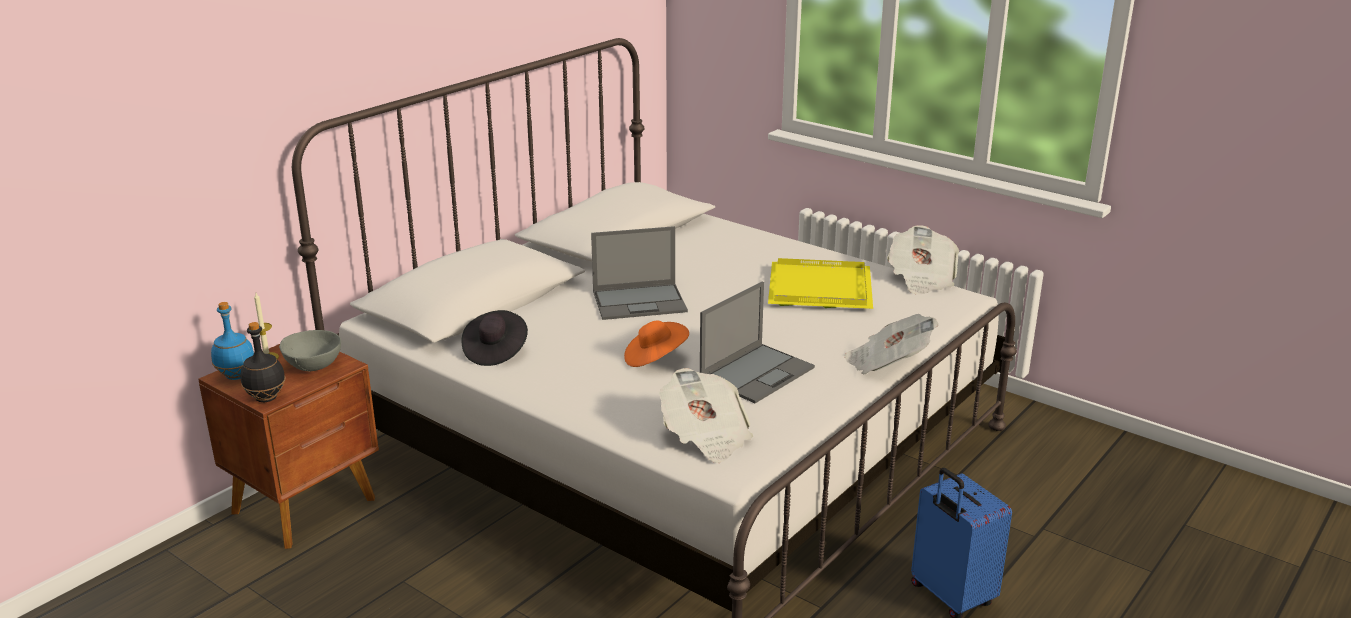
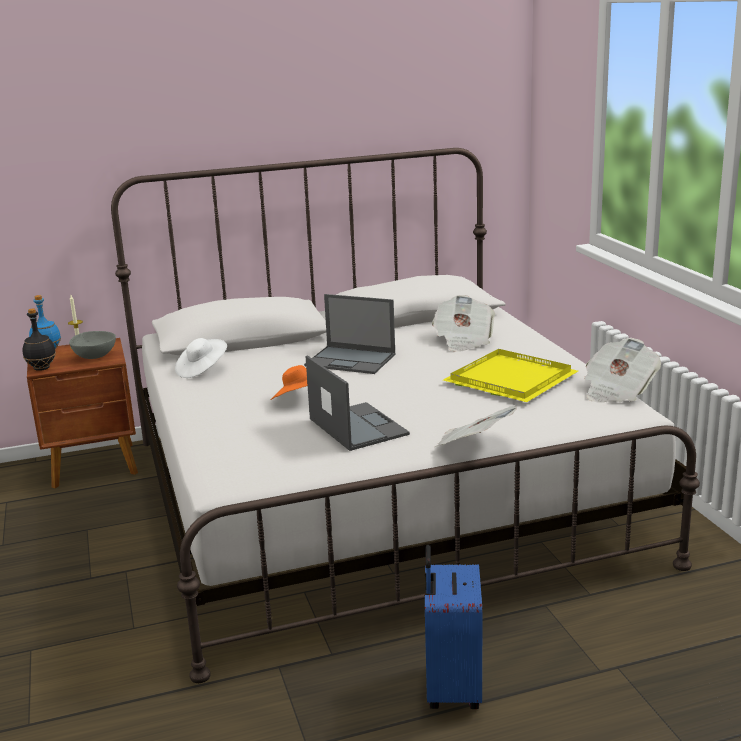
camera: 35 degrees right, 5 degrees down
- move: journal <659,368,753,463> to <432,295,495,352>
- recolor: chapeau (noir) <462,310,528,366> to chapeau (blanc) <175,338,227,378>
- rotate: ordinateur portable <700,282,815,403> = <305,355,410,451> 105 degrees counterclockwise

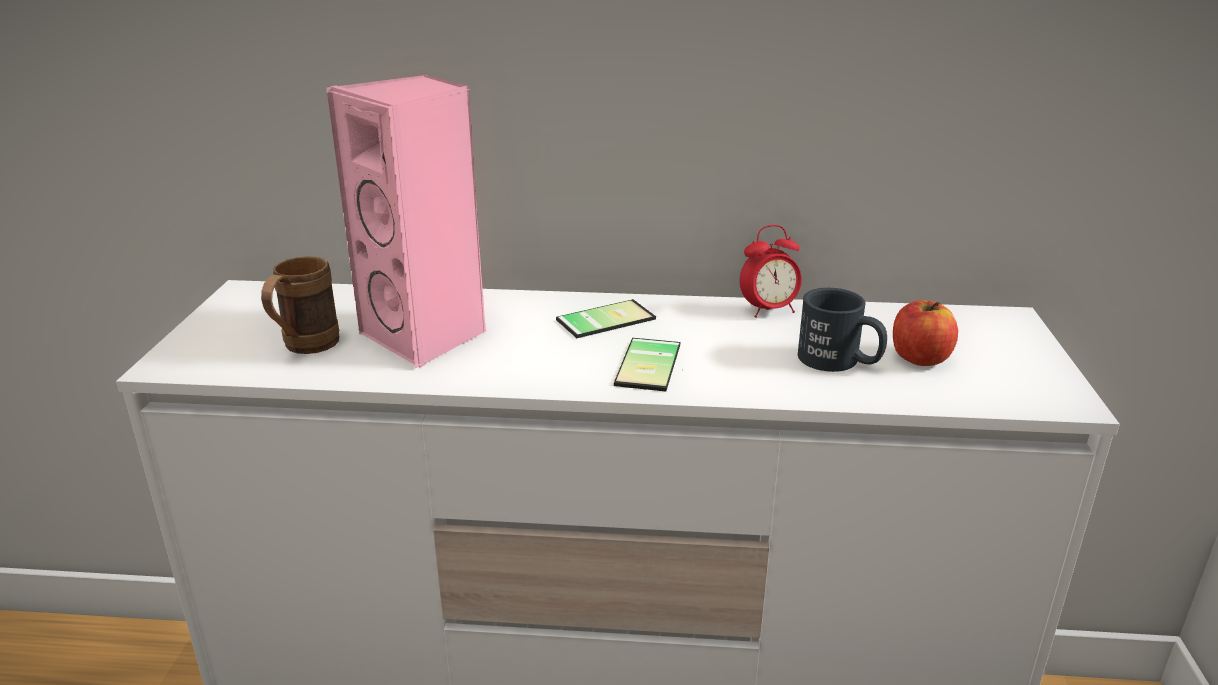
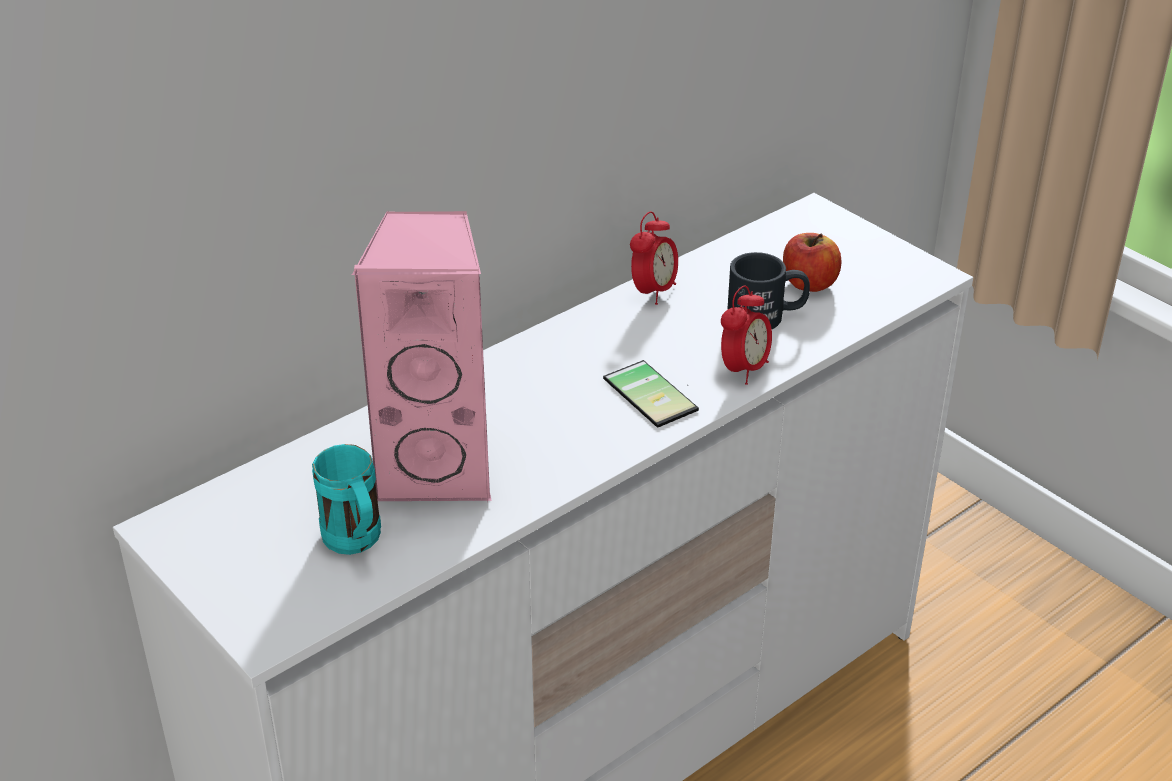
camera: 45 degrees left, 10 degrees up
- delete: téléphone <556,299,656,338>
- insert: réveil <721,286,772,385>
- recolor: mug (marron) <261,257,339,354> to mug (turquoise) <312,444,381,555>

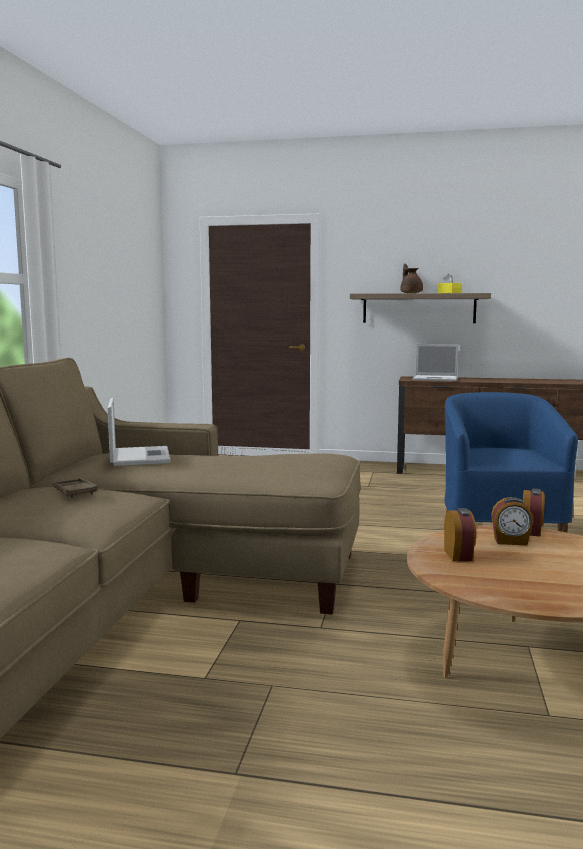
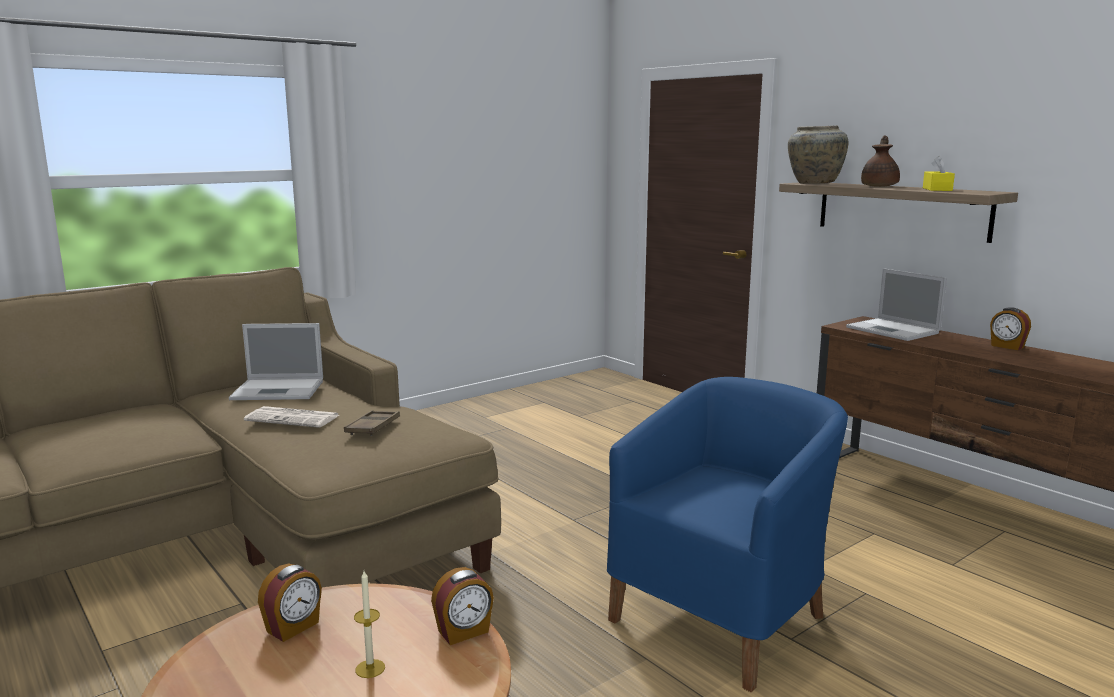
camera: 40 degrees right, 5 degrees up
- insert: journal <244,406,339,428>
- insert: bougie <354,571,385,678>
- insert: vase (beige) <788,126,848,184>
- move: plateau (marron) <53,478,98,498> to <344,410,400,436>
- move: réveil <491,497,534,545> to <990,307,1031,350>
- rotate: ordinateur portable <108,398,171,466> = <229,323,323,400> 60 degrees clockwise

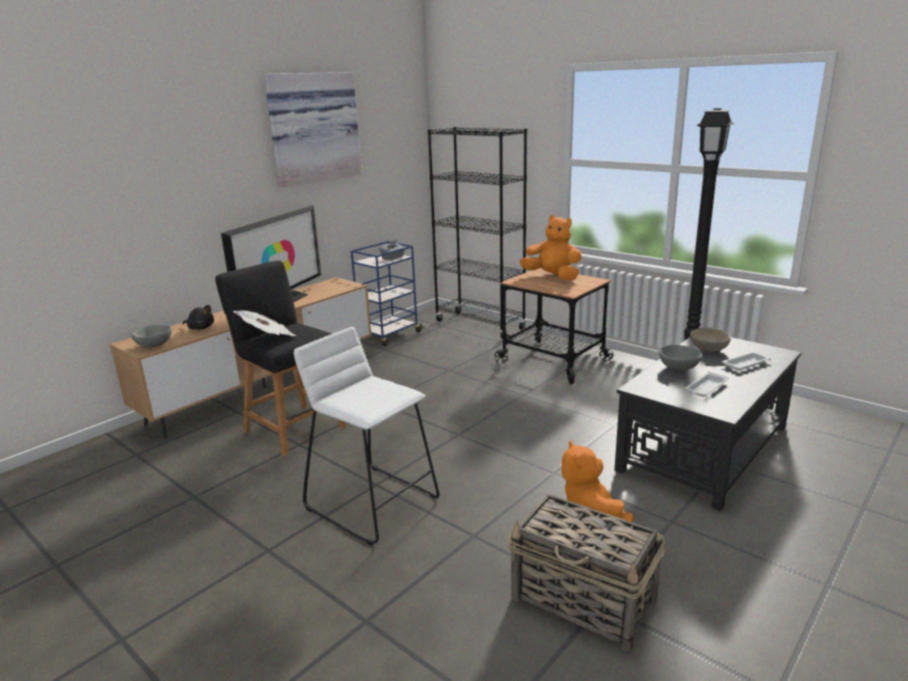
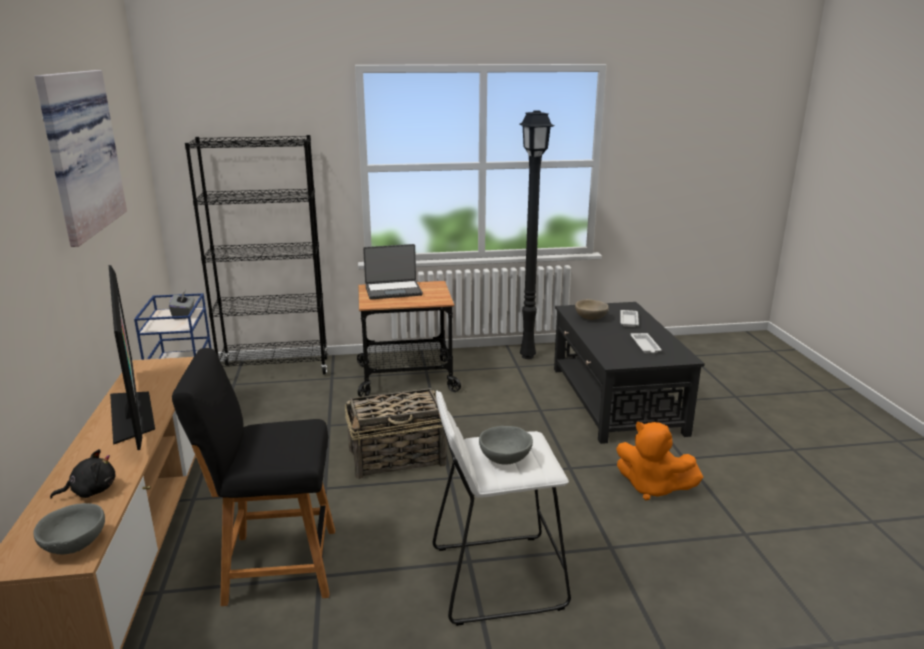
camera: 50 degrees left, 0 degrees up
- delete: journal <233,310,296,336>
- move: panier <508,494,665,651> to <345,388,447,479>
- move: bol (gris) <659,345,702,370> to <479,426,533,465>
- replace: peluche (orange) <520,215,582,280> to ordinateur portable <363,244,423,299>

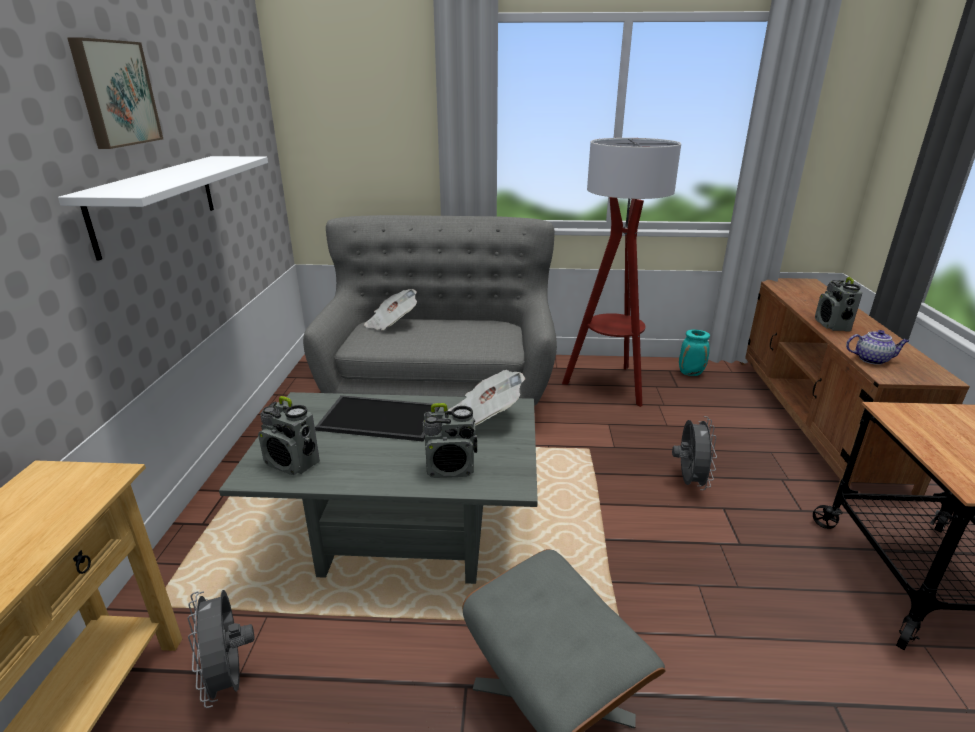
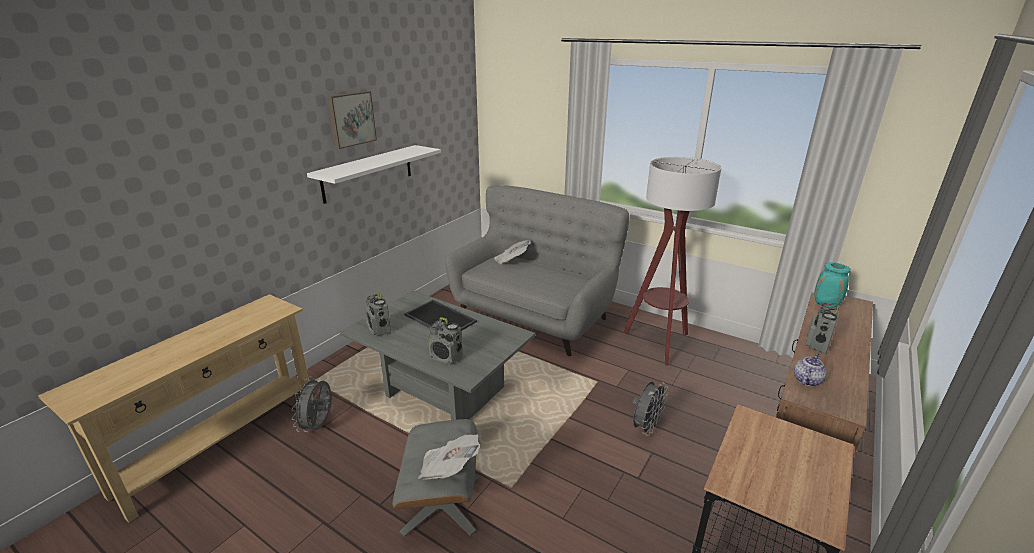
camera: 30 degrees right, 0 degrees up
- move: journal <448,370,525,426> to <418,435,480,480>
- move: vase (turquoise) <679,330,710,376> to <814,262,851,308>
- rotate: théière <846,330,909,365> = <794,354,827,386> 90 degrees counterclockwise

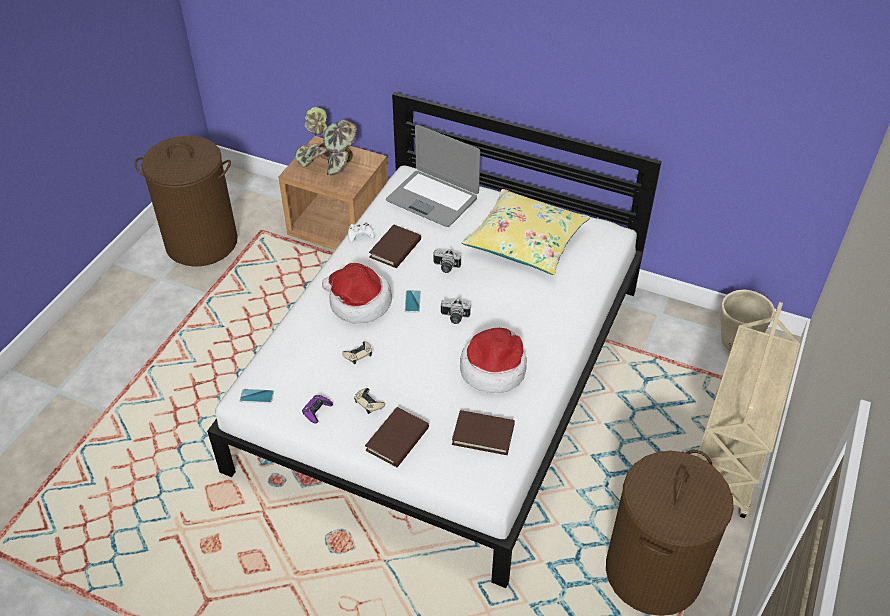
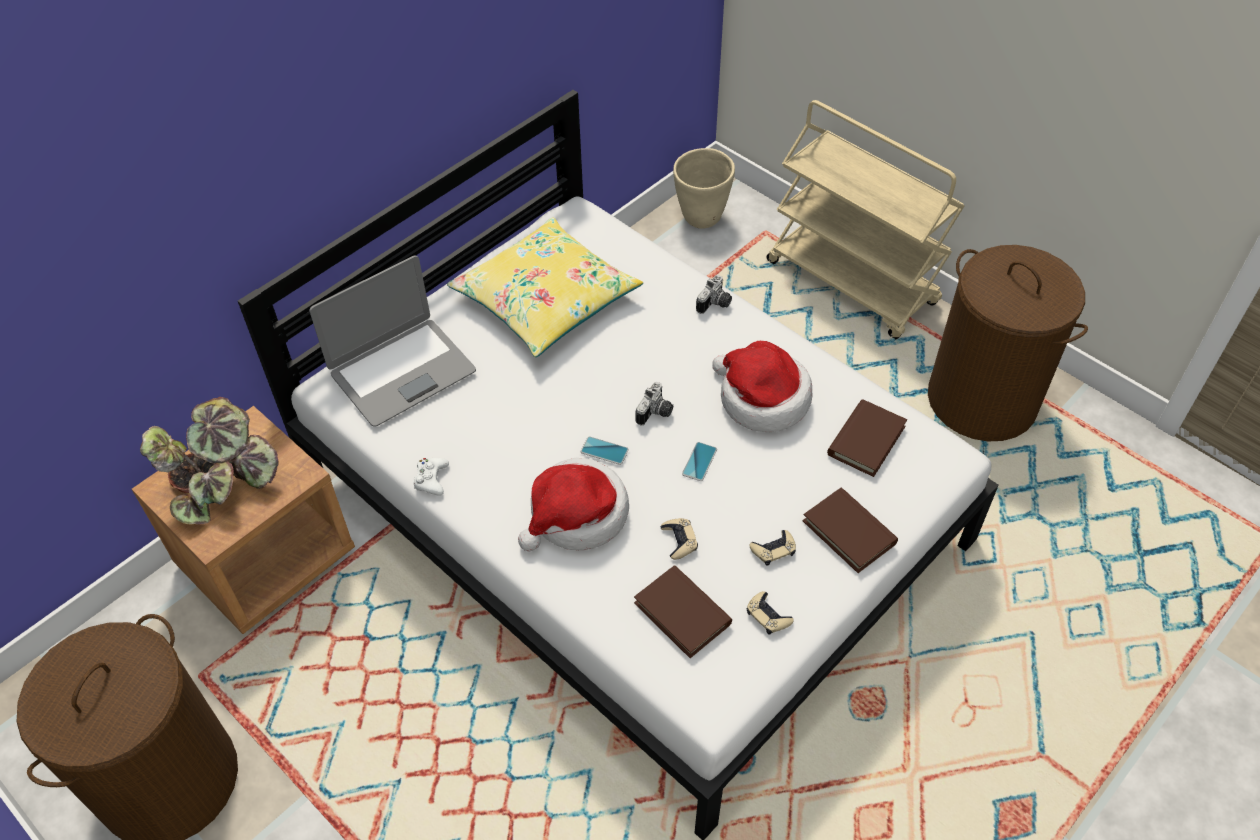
camera: 70 degrees left, 5 degrees up
- move: téléphone <240,389,274,403> to <682,442,717,481>
- move: livre (marron) <369,225,421,268> to <634,565,732,658>
- move: appareil photo <434,249,461,273> to <696,275,732,314>
- recolor: manette (violet) <302,395,333,424> to manette (beige) <747,591,794,635>

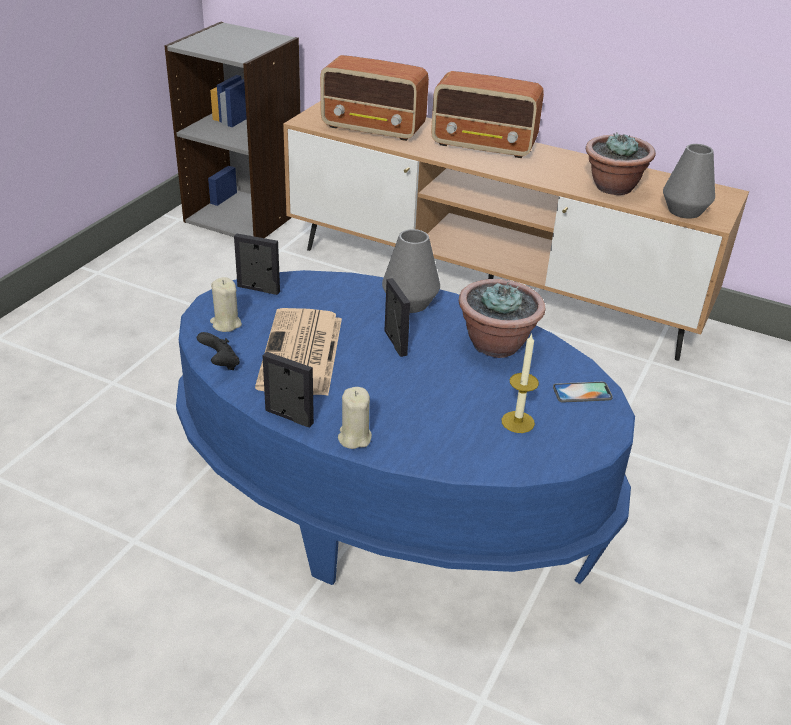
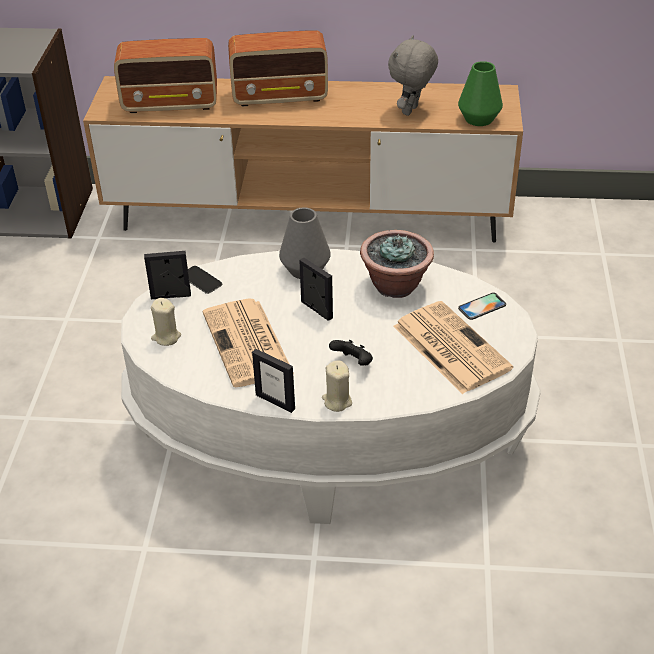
camera: 20 degrees left, 5 degrees up
- insert: téléphone <188,266,222,294>
- move: manette (noir) <197,332,240,370> to <329,340,373,366>
- replace: bougie <502,333,539,433> to journal <394,301,513,394>
- replace: plante en pot <586,132,656,195> to peluche (gris) <388,35,438,116>
- recolor: table basse (bleu) <176,270,635,585> to table basse (blanc) <121,249,541,524>
- recolor: vase (gris) <663,144,715,219> to vase (vert) <458,61,503,126>
- rotate: cadre photo <263,352,314,427> = <252,349,295,413> 150 degrees counterclockwise

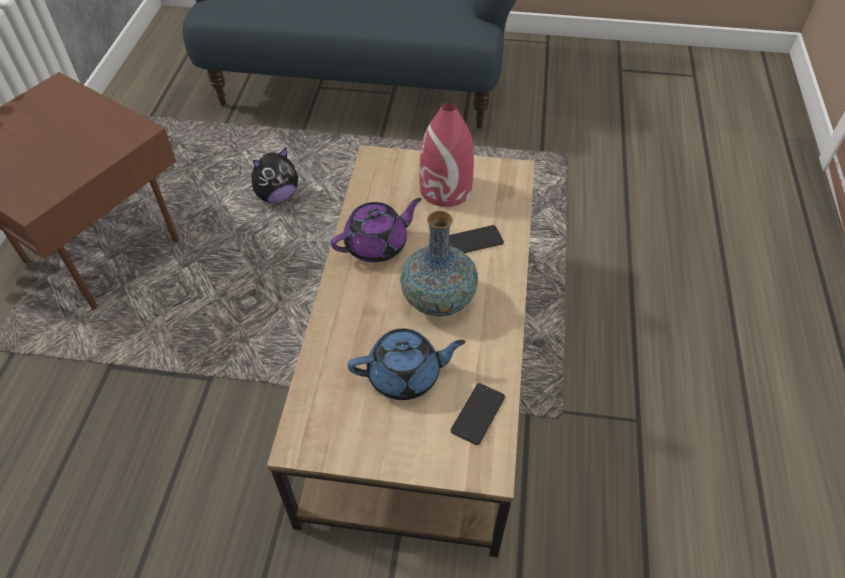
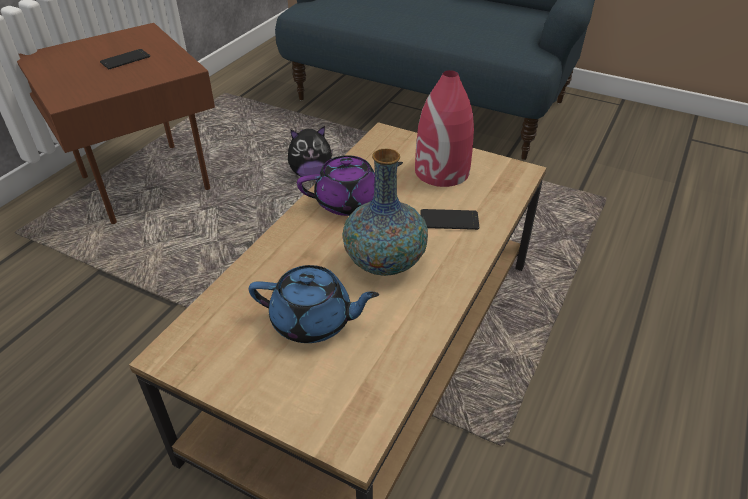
camera: 20 degrees right, 10 degrees down
- move: téléphone <450,383,505,445> to <100,49,150,69>

